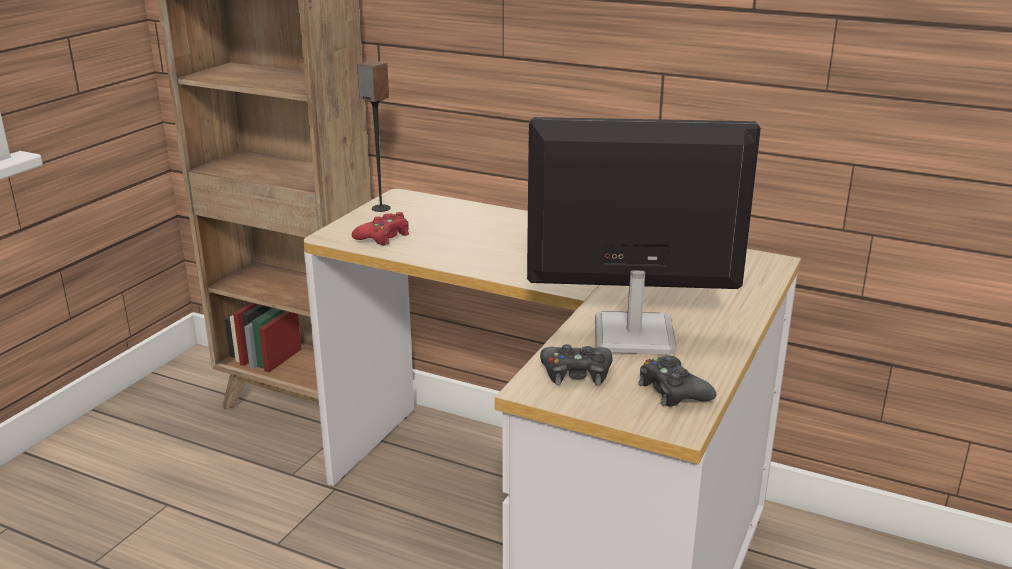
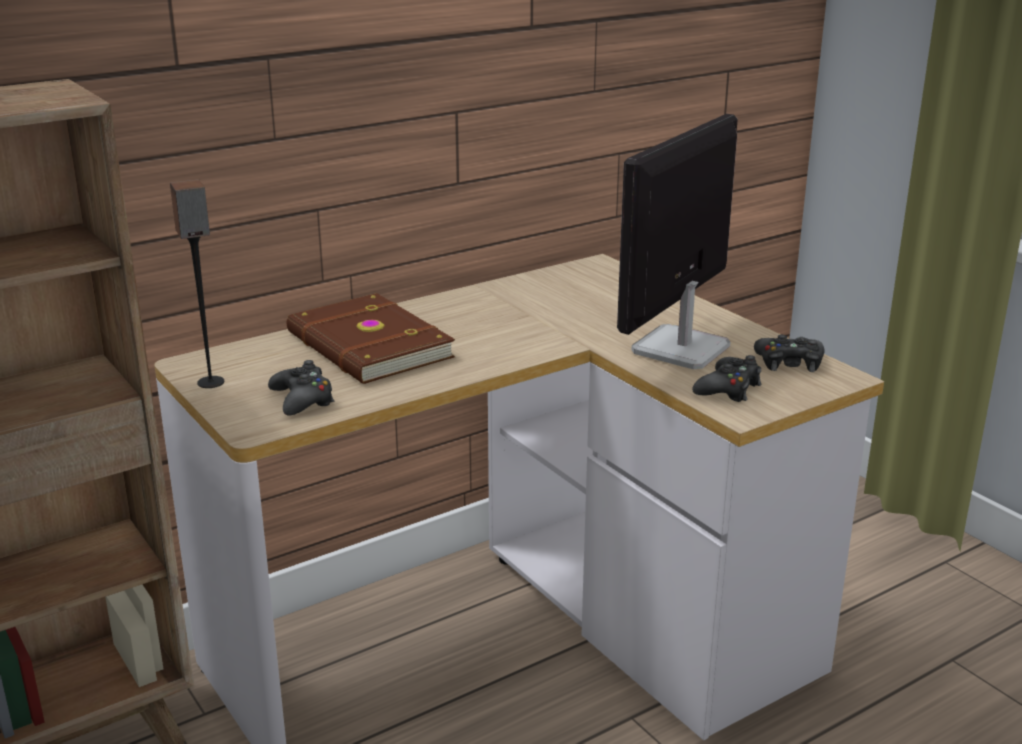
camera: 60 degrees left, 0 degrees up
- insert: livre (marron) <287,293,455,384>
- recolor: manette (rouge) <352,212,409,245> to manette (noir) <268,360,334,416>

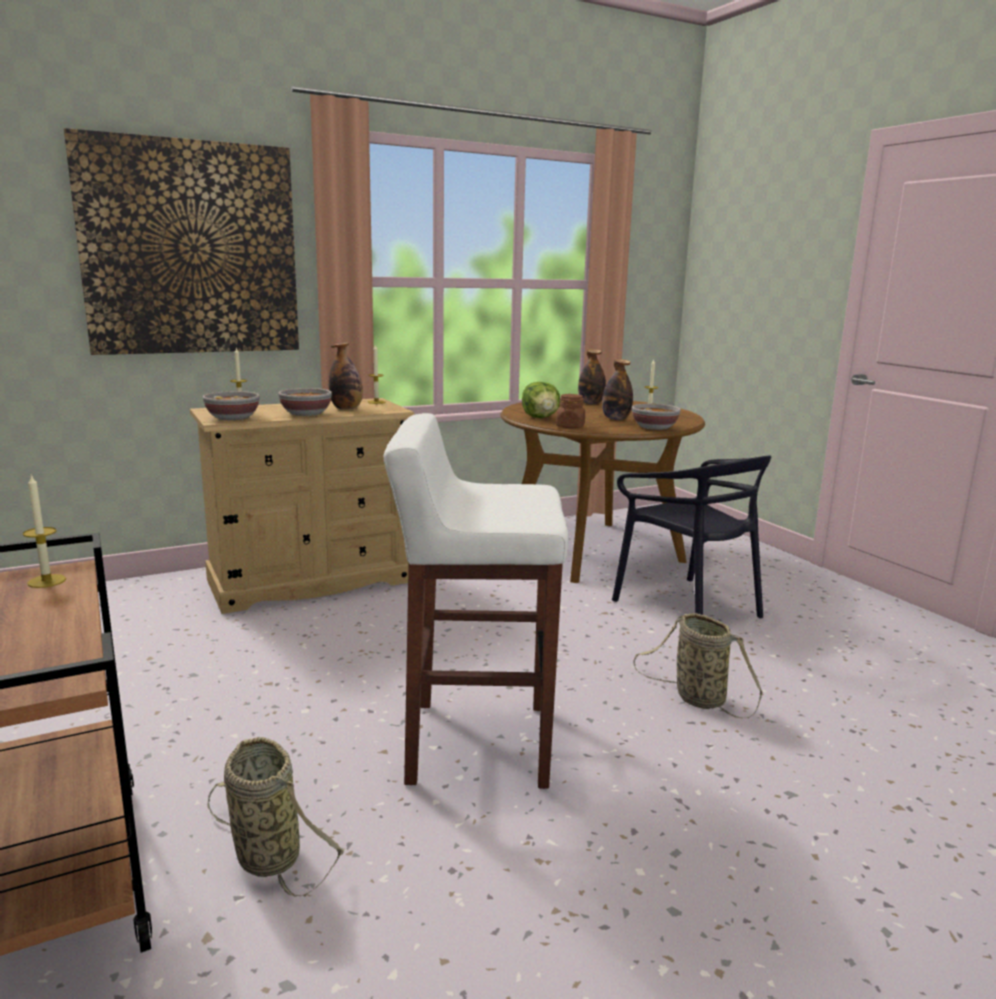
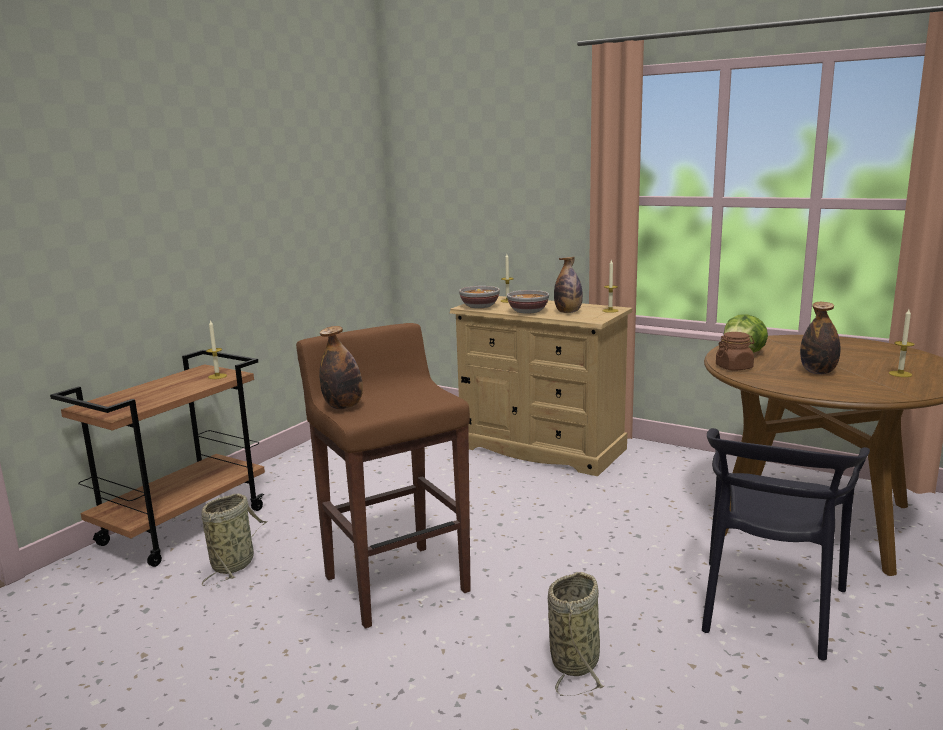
camera: 60 degrees right, 0 degrees up
- delete: tableau <64,128,299,355>
- delete: bol <632,404,681,430>
- move: bouteille <578,349,606,404> to <319,326,363,409>
- recolor: tabouret (blanc) <384,413,568,789> to tabouret (marron) <296,323,471,629>

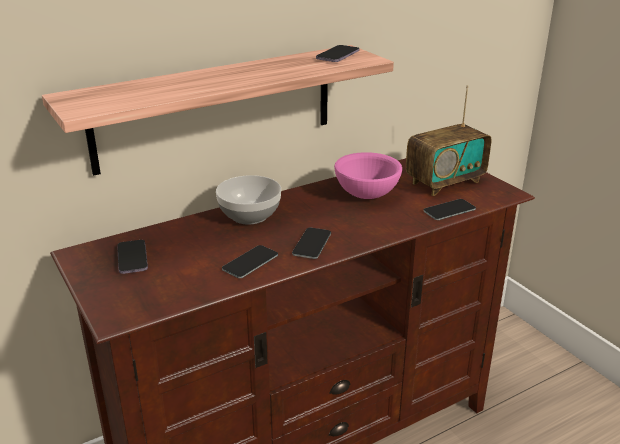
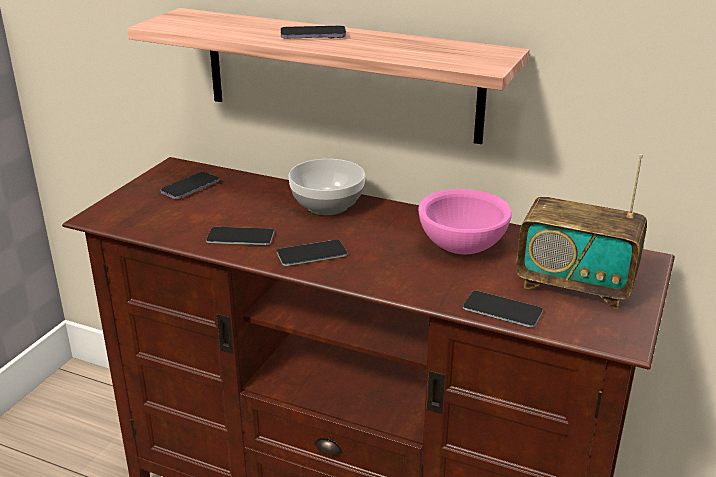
camera: 55 degrees right, 0 degrees up
- move: téléphone <316,45,359,62> to <281,26,346,38>

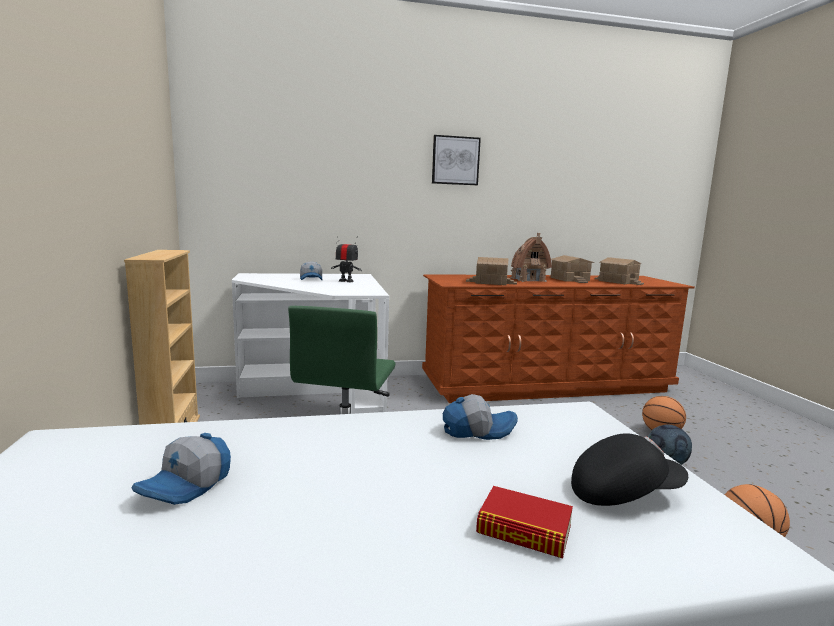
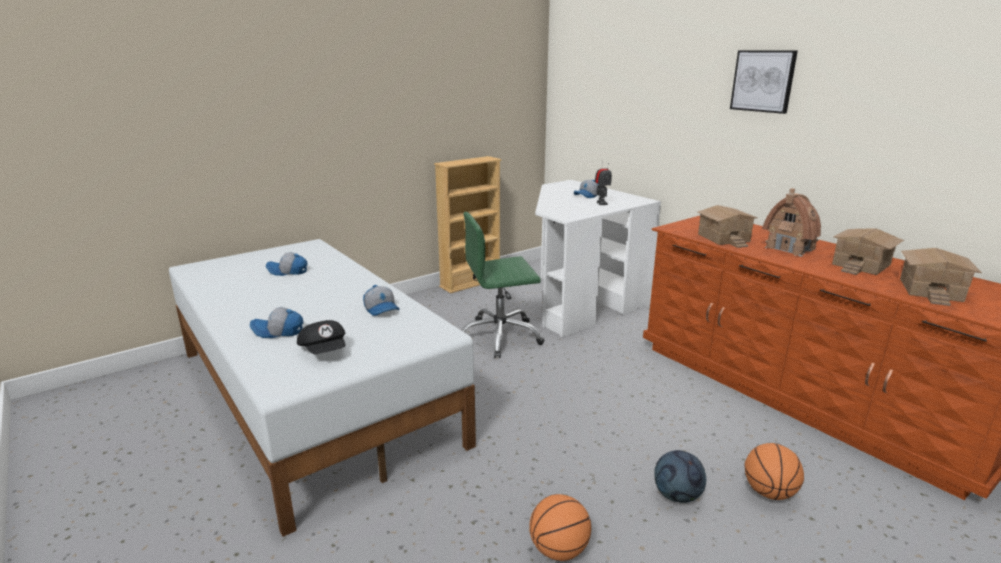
camera: 65 degrees right, 10 degrees up
- replace: livre <476,486,573,558> to casquette <250,307,303,338>

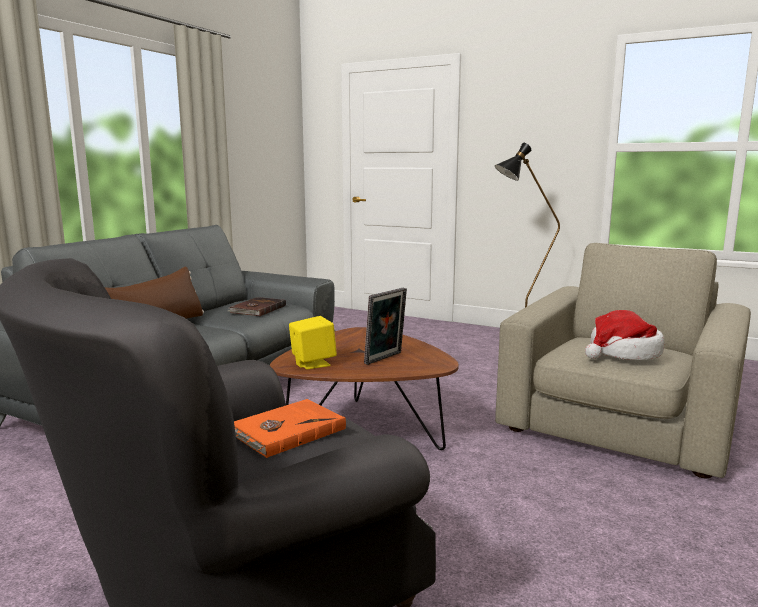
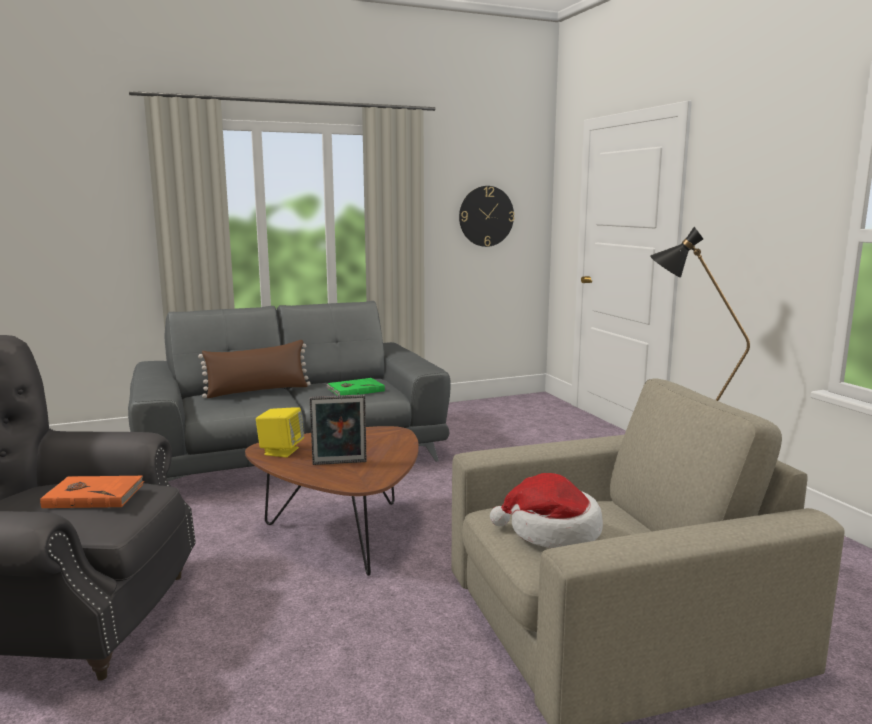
camera: 40 degrees right, 0 degrees up
- insert: horloge murale <459,186,514,247>
- recolor: livre (marron) <228,297,286,316> to livre (vert) <326,378,385,395>

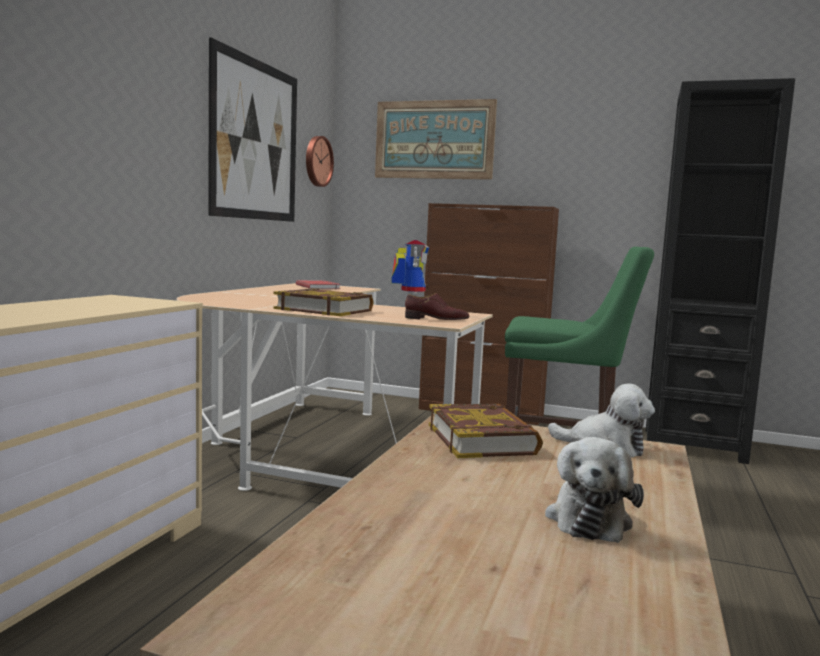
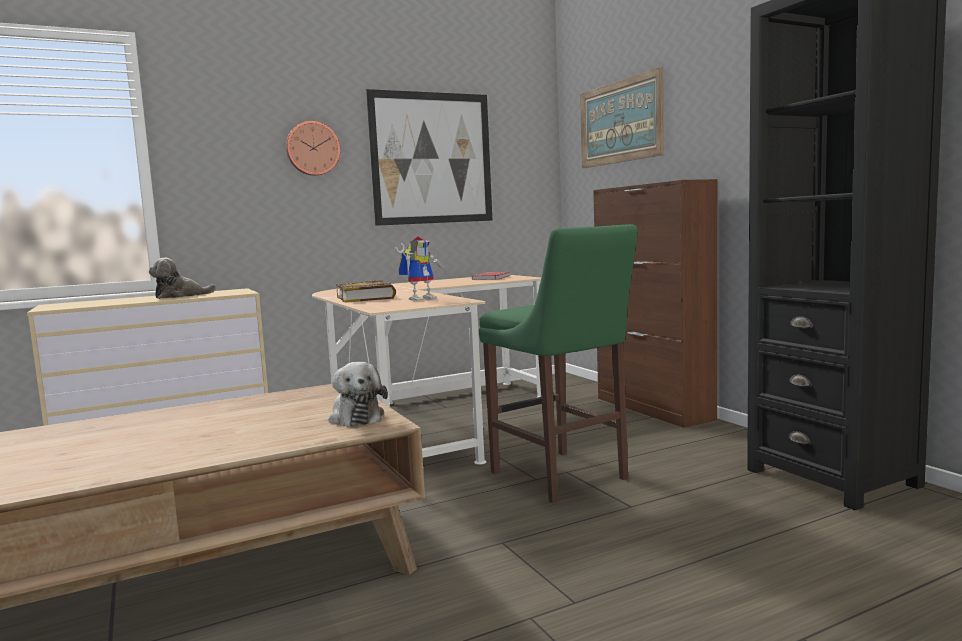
camera: 45 degrees right, 0 degrees up
- delete: chaussure (marron) <405,293,469,320>
- delete: livre <429,404,543,458>
- move: horloge murale <306,136,334,187> to <286,121,340,176>
- move: peluche <545,437,644,543> to <149,258,216,299>

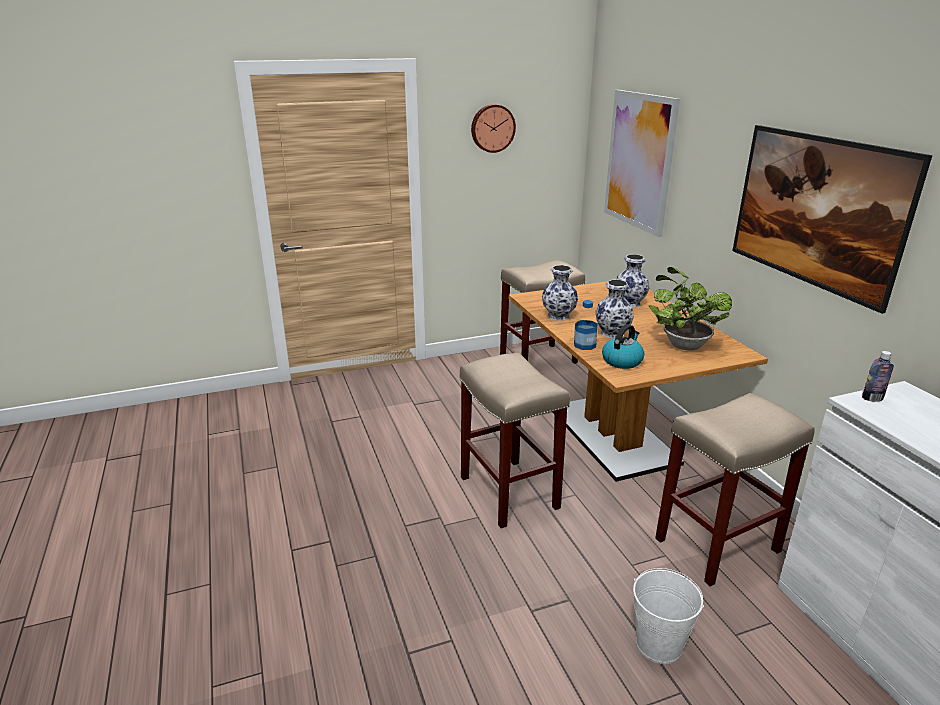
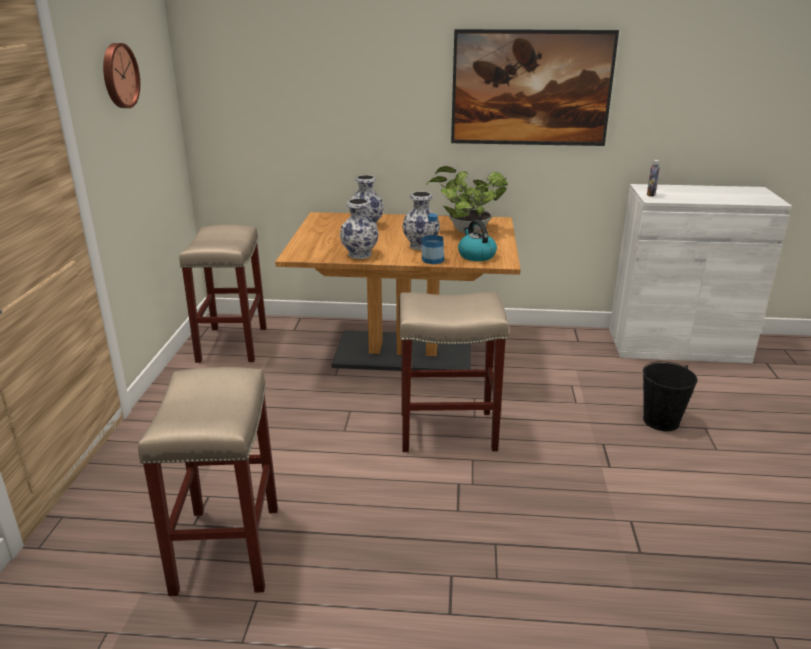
camera: 65 degrees left, 0 degrees up
- delete: tableau <604,90,680,237>
- move: tabouret (beige) <655,393,815,587> to <138,367,278,596>
- recolor: seau (blanc) <633,568,704,664> to seau (noir) <643,361,698,431>

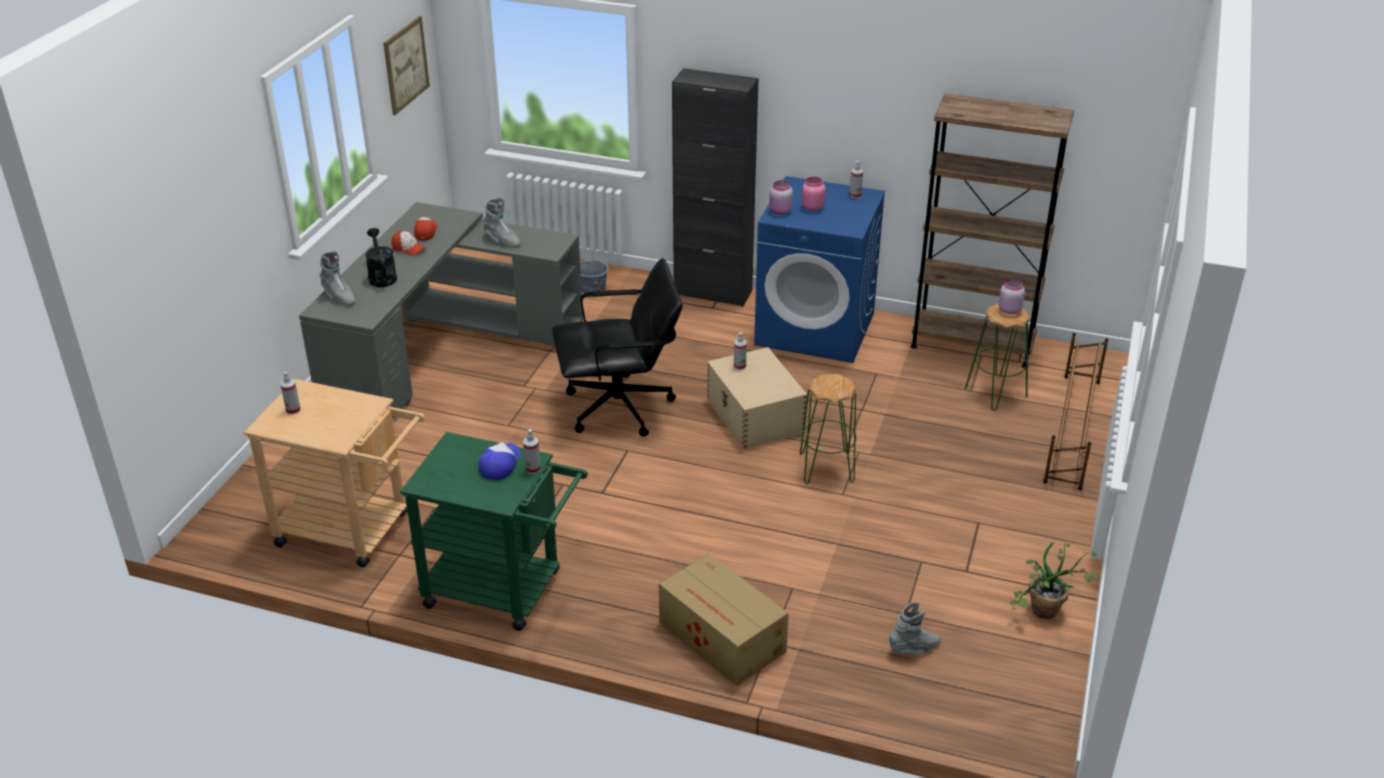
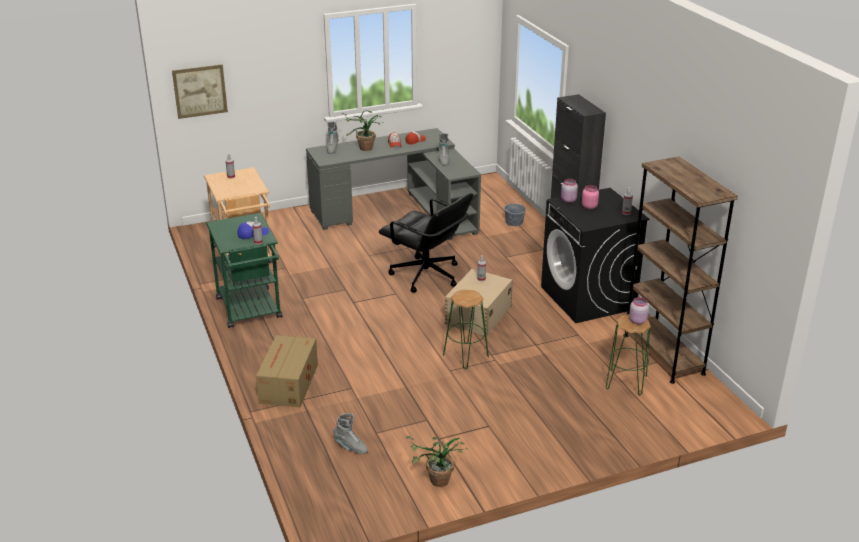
camera: 50 degrees right, 5 degrees down
- delete: étagère à chaussures (marron) <1043,333,1108,490>
- move: tableau <383,16,430,115> to <172,64,228,119>
- replace: arrosoir (noir) <365,228,397,287> to plante en pot <342,110,384,151>
- recolor: lave-linge (bleu) <754,176,885,363> to lave-linge (noir) <541,188,650,323>

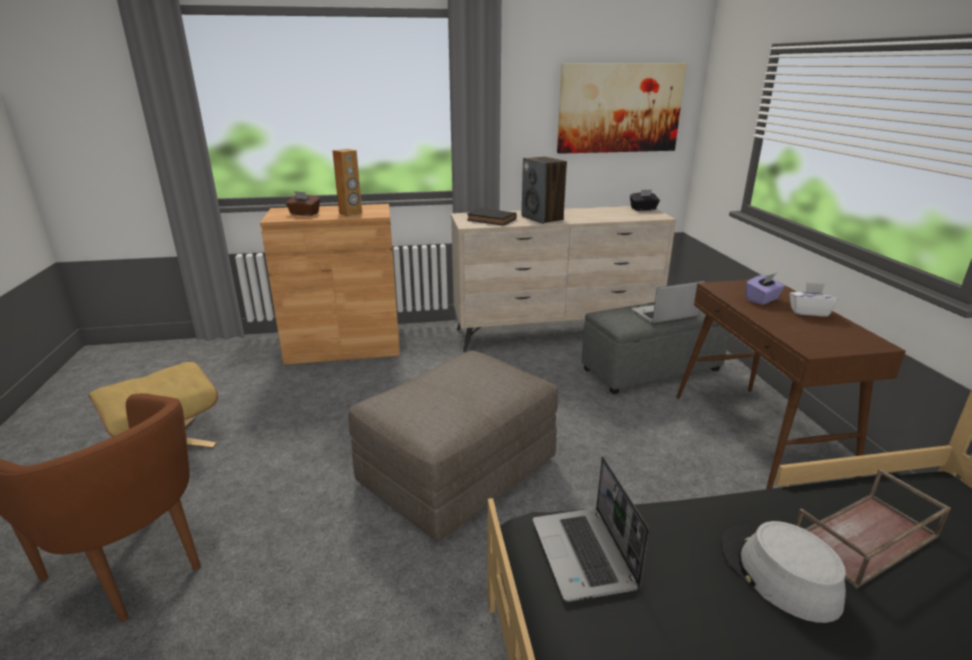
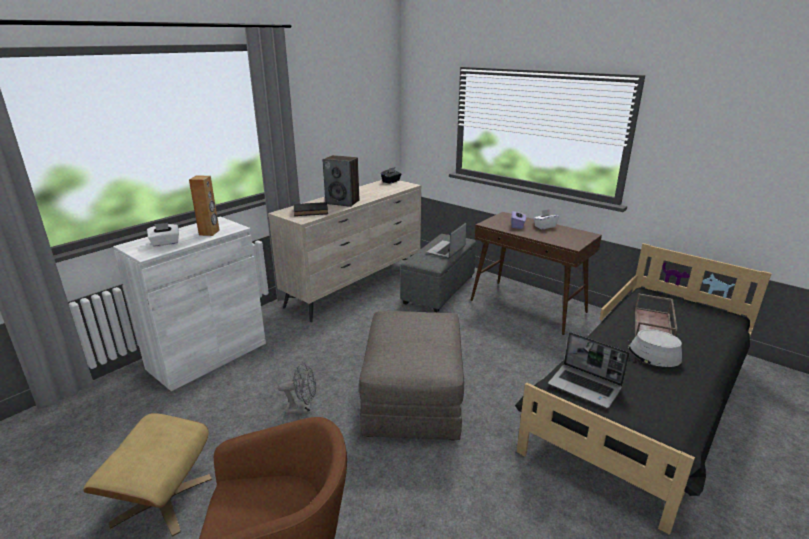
camera: 40 degrees left, 0 degrees up
- delete: tableau <557,63,687,154>
- insert: ventilateur (gris) <278,363,316,414>
- recolor: meuble de rangement (marron) <260,204,400,365> to meuble de rangement (blanc) <113,217,266,391>
- recolor: boîte à mouchoirs (marron) <286,191,320,216> to boîte à mouchoirs (blanc) <147,223,179,247>

